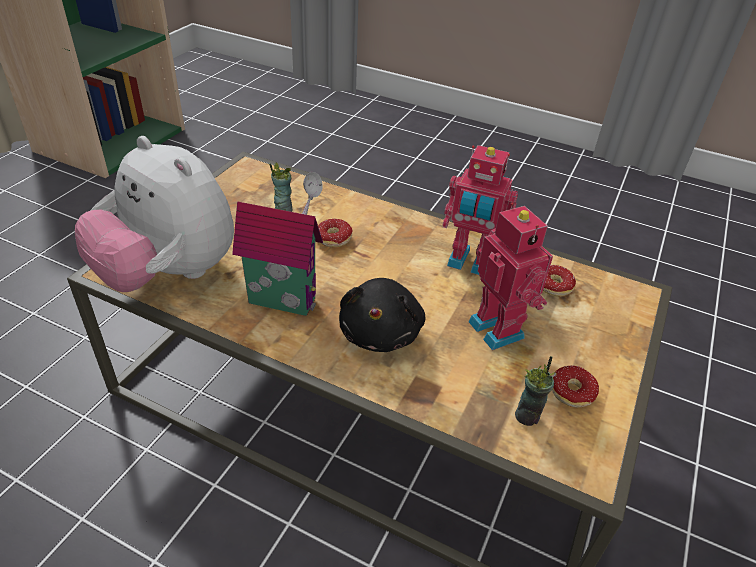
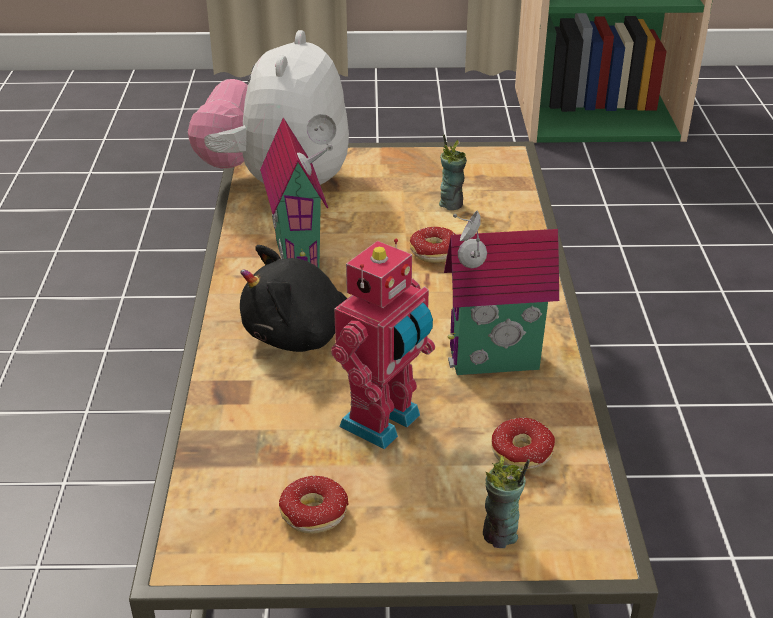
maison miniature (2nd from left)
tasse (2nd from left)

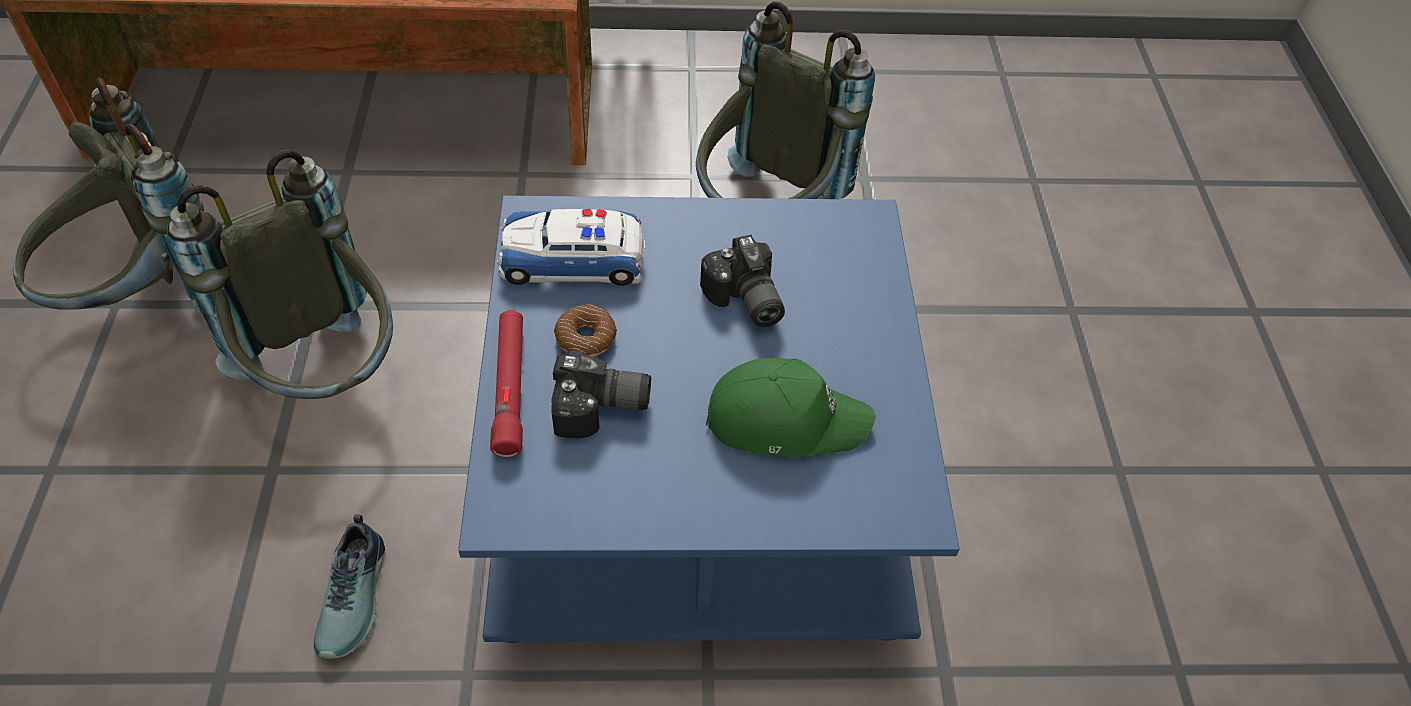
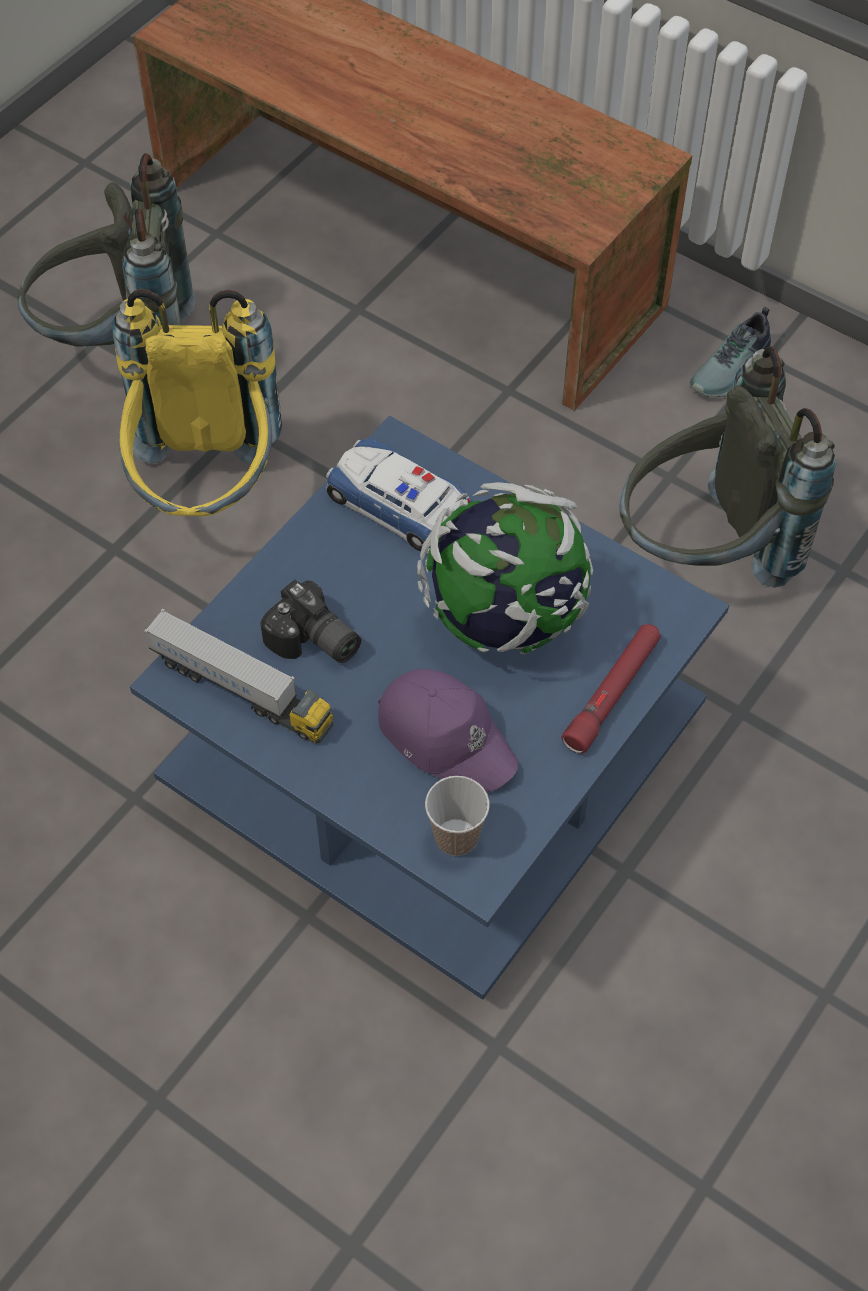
sac à dos (jaune)
globe
beignet
lampe de poche (rouge)
casquette (violet)
chaussure
camion jouet
tasse

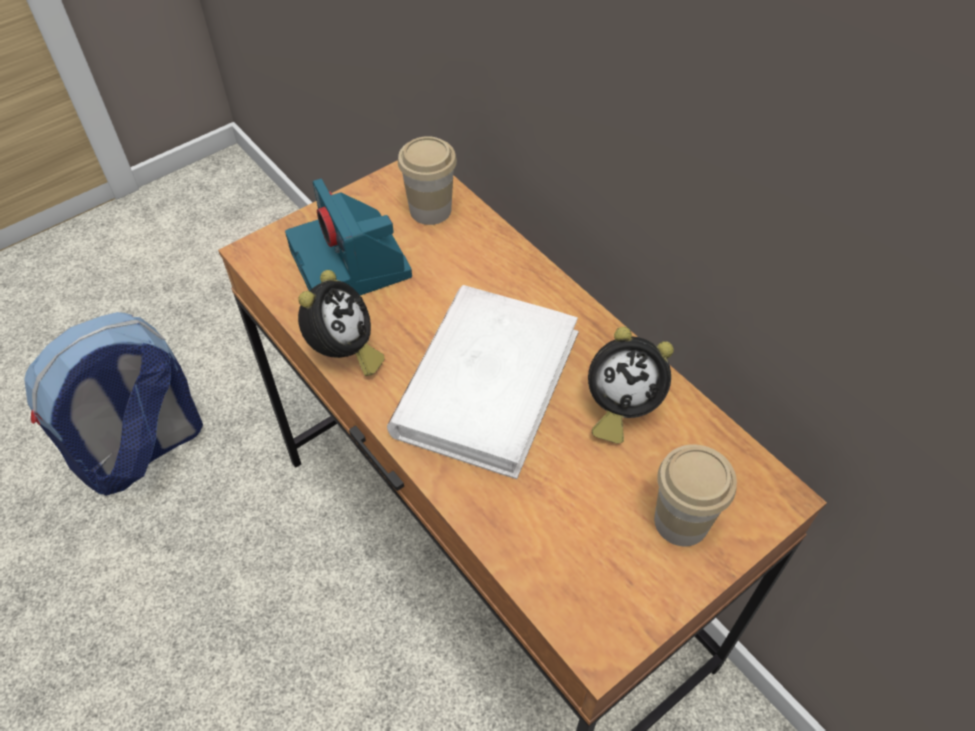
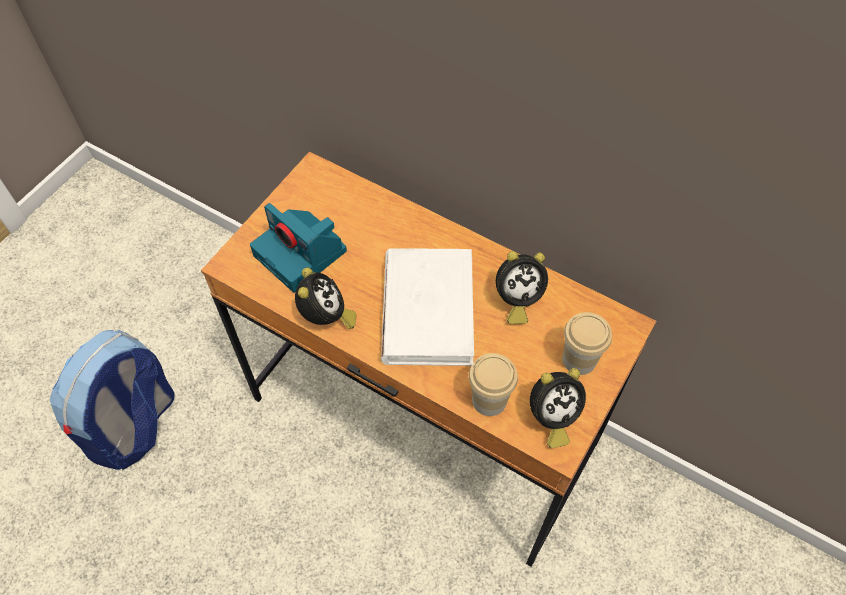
tasse (1st from left)
réveil (3rd from left)

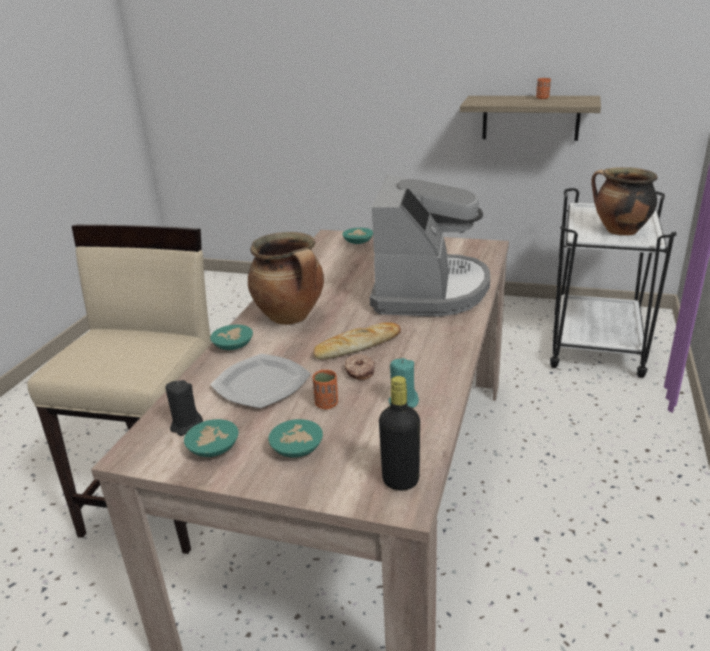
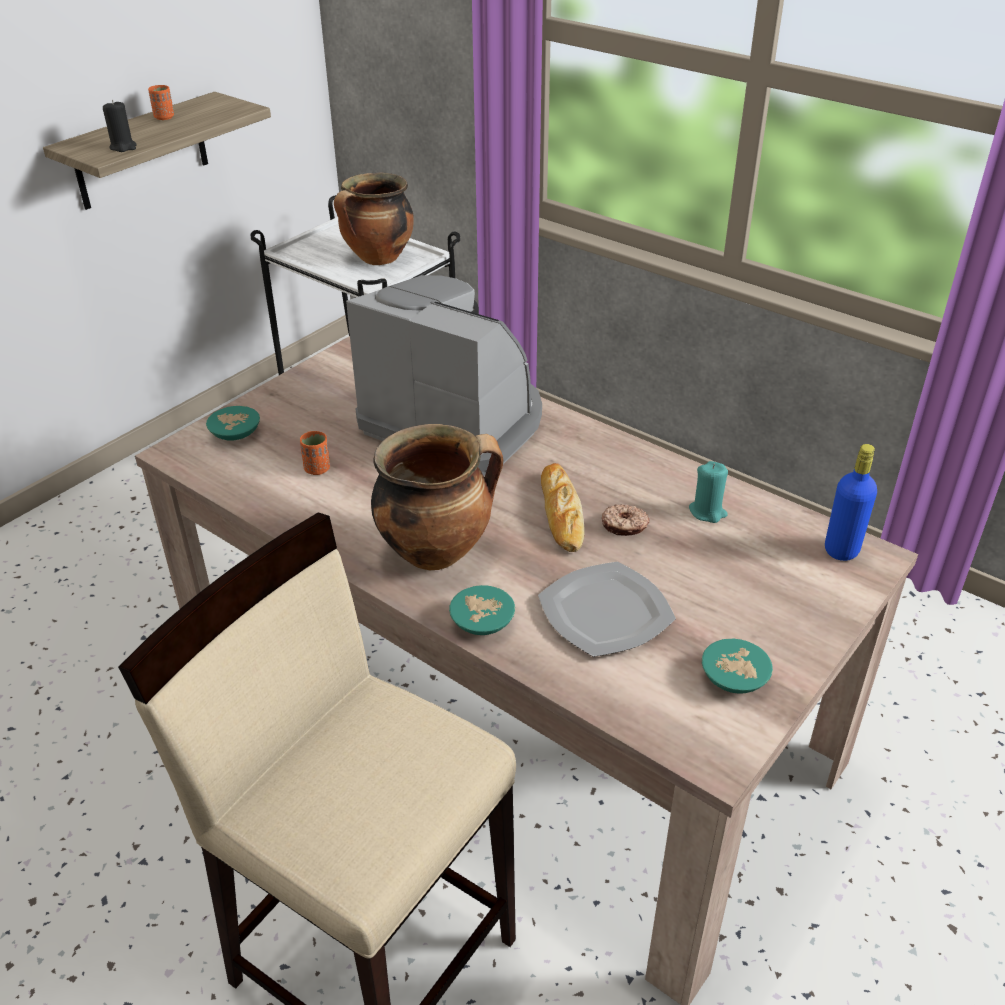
tasse (orange) (2nd from left)
bouteille (bleu)
bougie (noir)
bol (turquoise) (3rd from left in the first image)

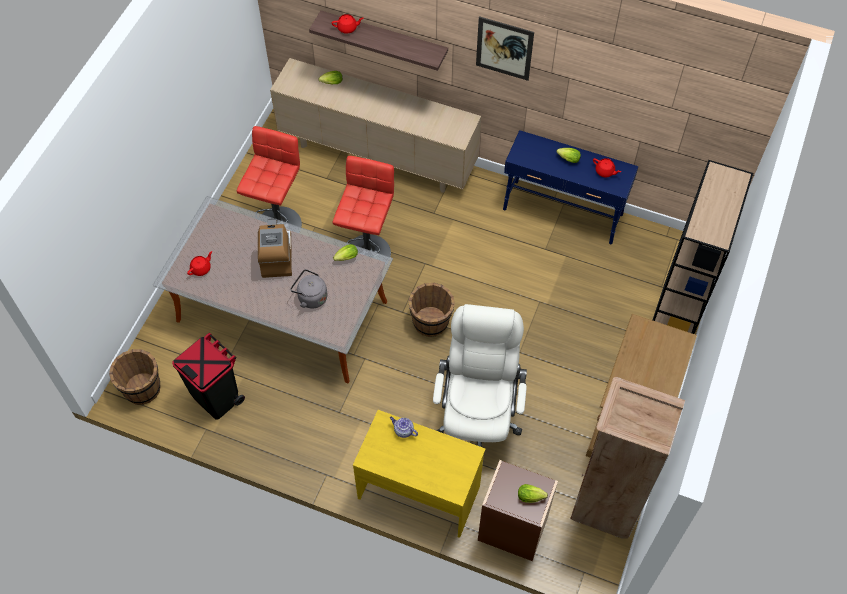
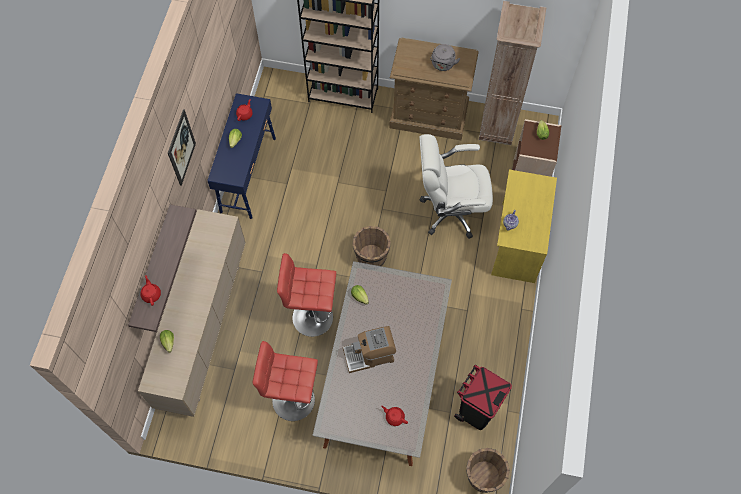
bouilloire (gris)

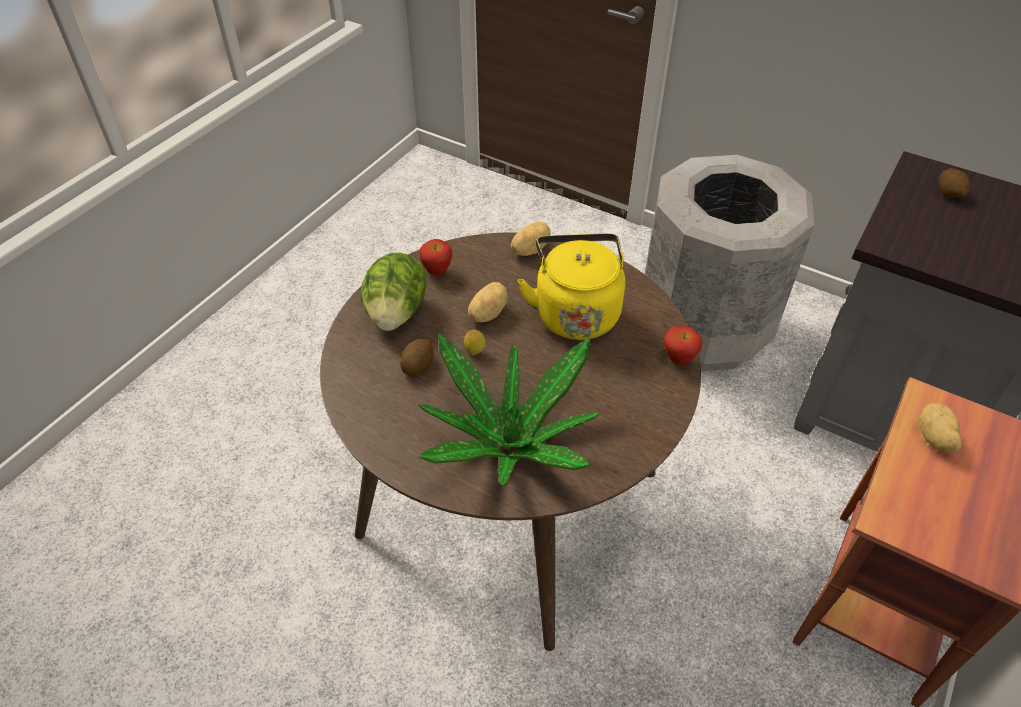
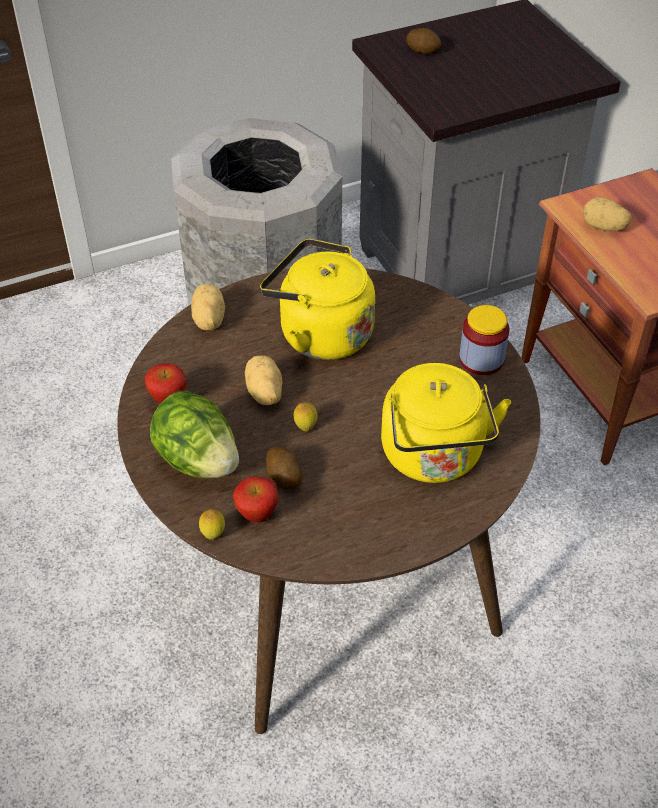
pomme (2nd from left)
bouilloire (jaune) (2nd from left)
bocal
citron (1st from left)

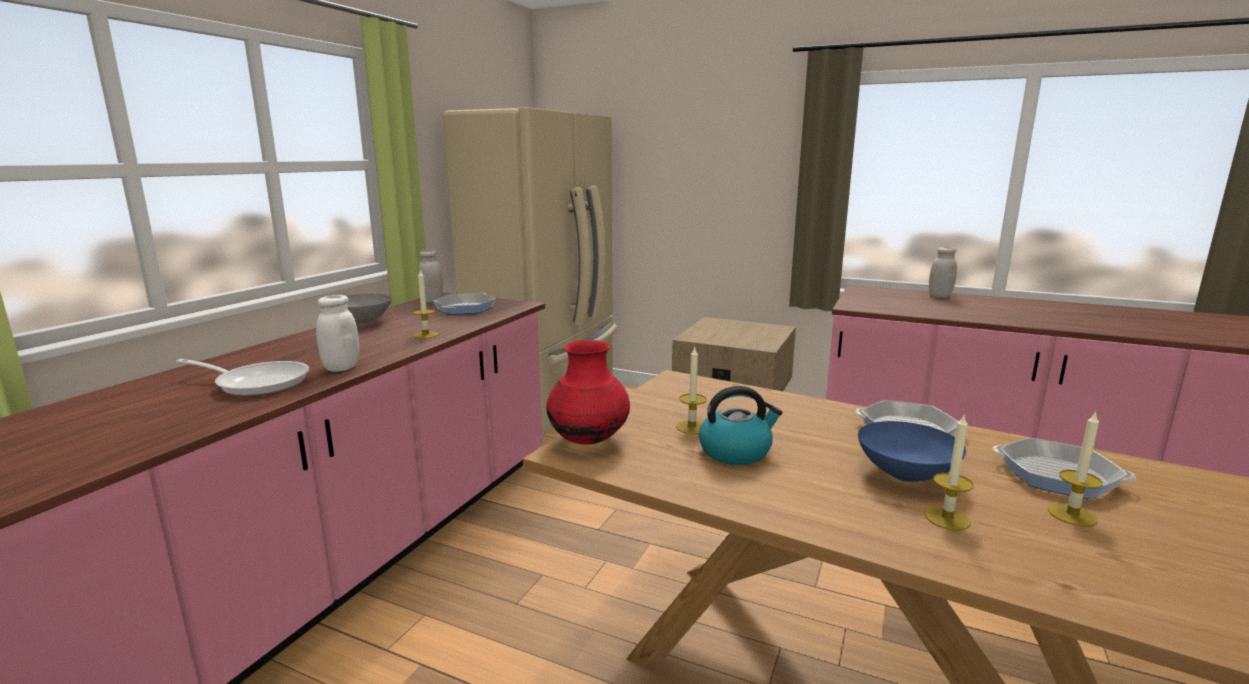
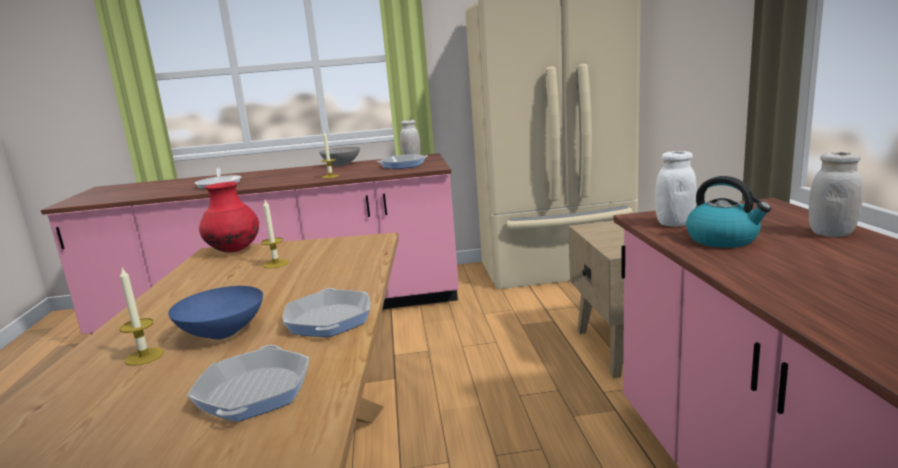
bocal (blanc) (2nd from left)
bouilloire
bougie (4th from left in the first image)

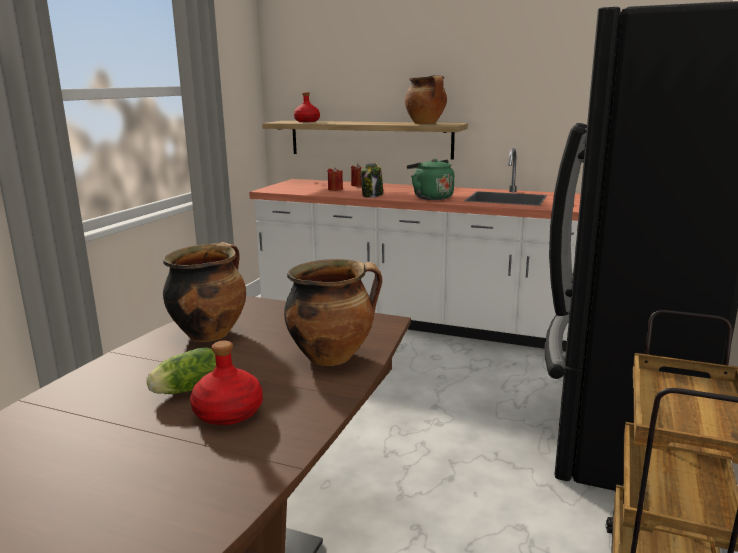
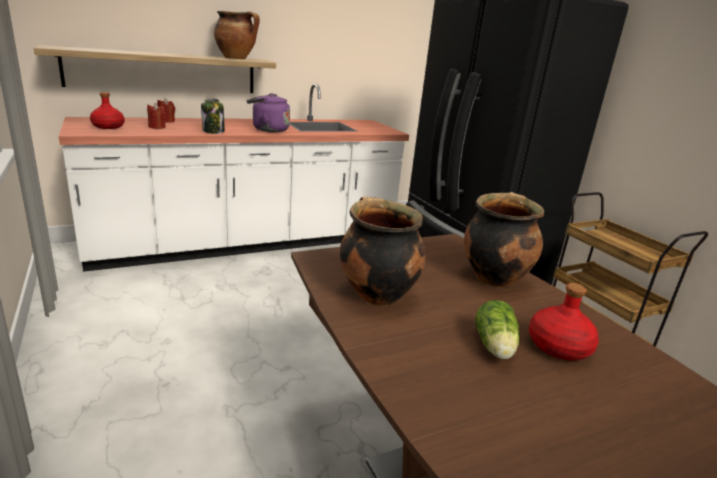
bouteille (rouge) (1st from left)
bouilloire (violet)

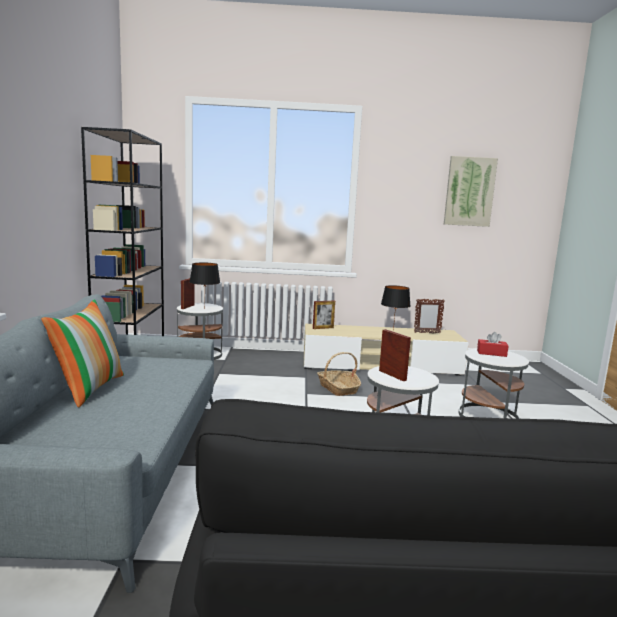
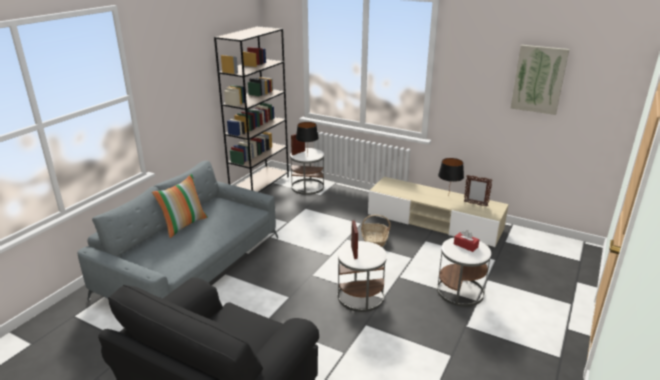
cadre photo (2nd from left in the first image)

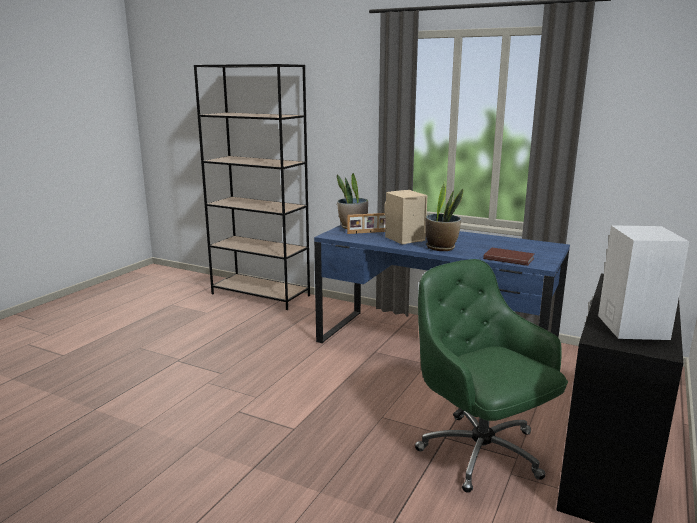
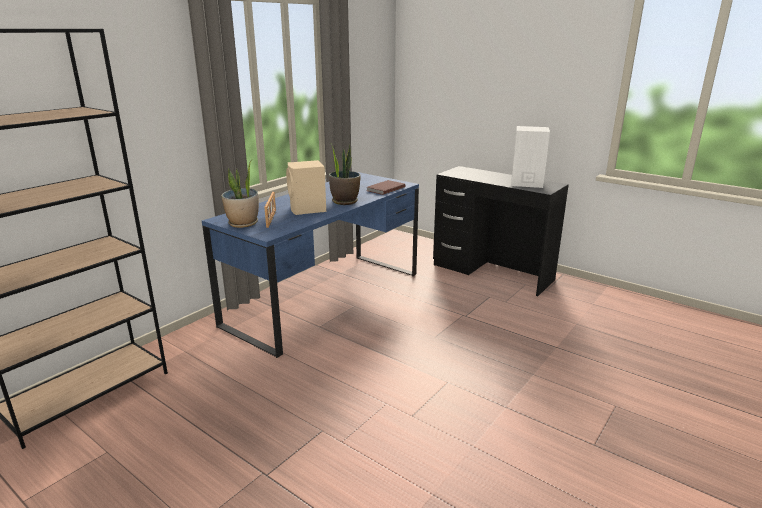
chaise de bureau (vert)

